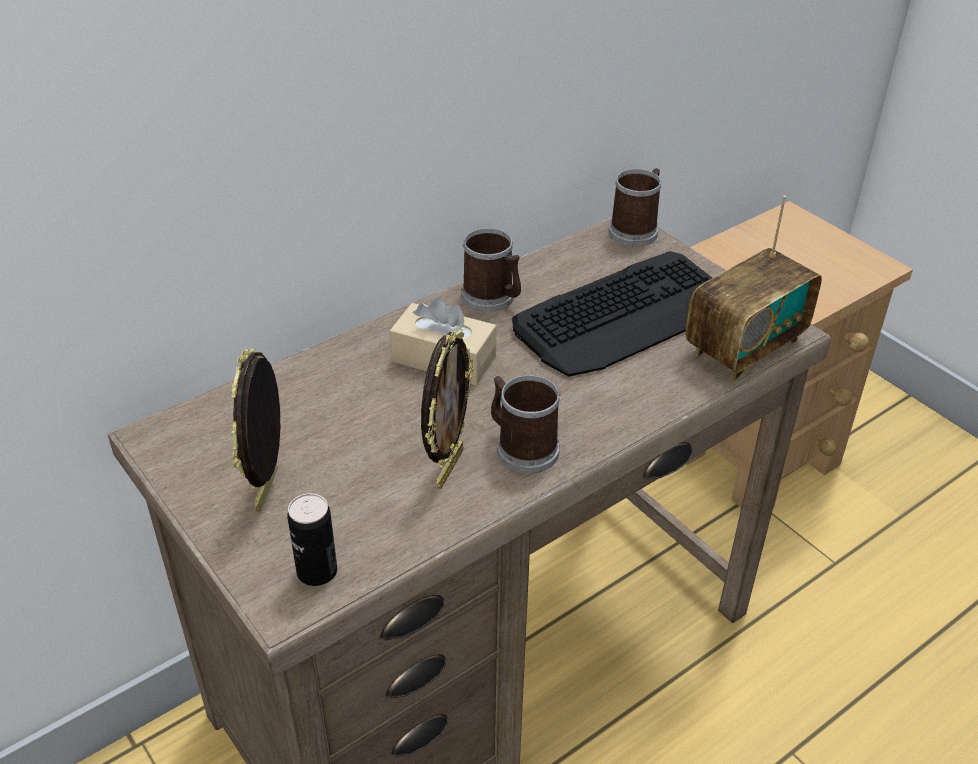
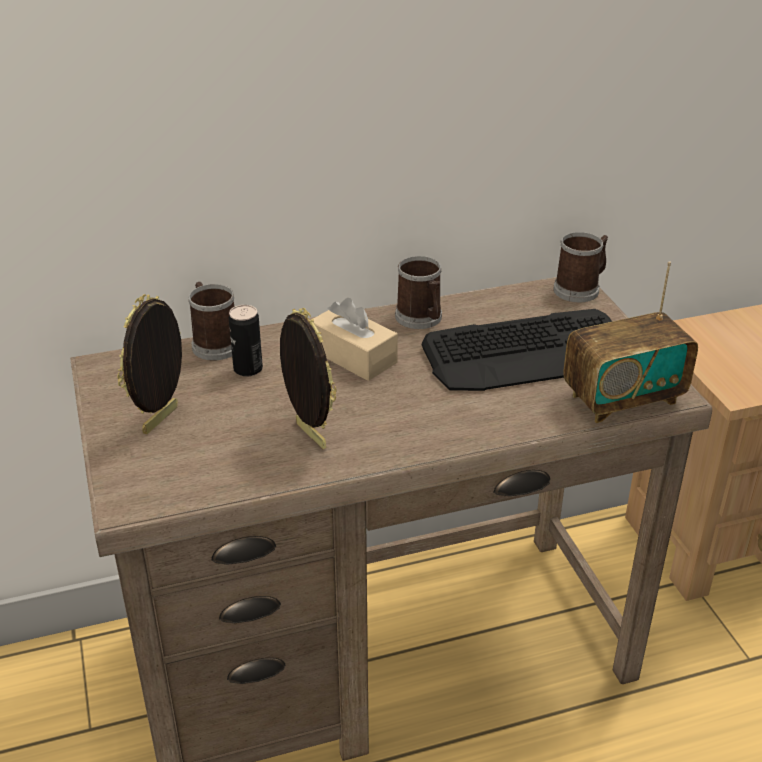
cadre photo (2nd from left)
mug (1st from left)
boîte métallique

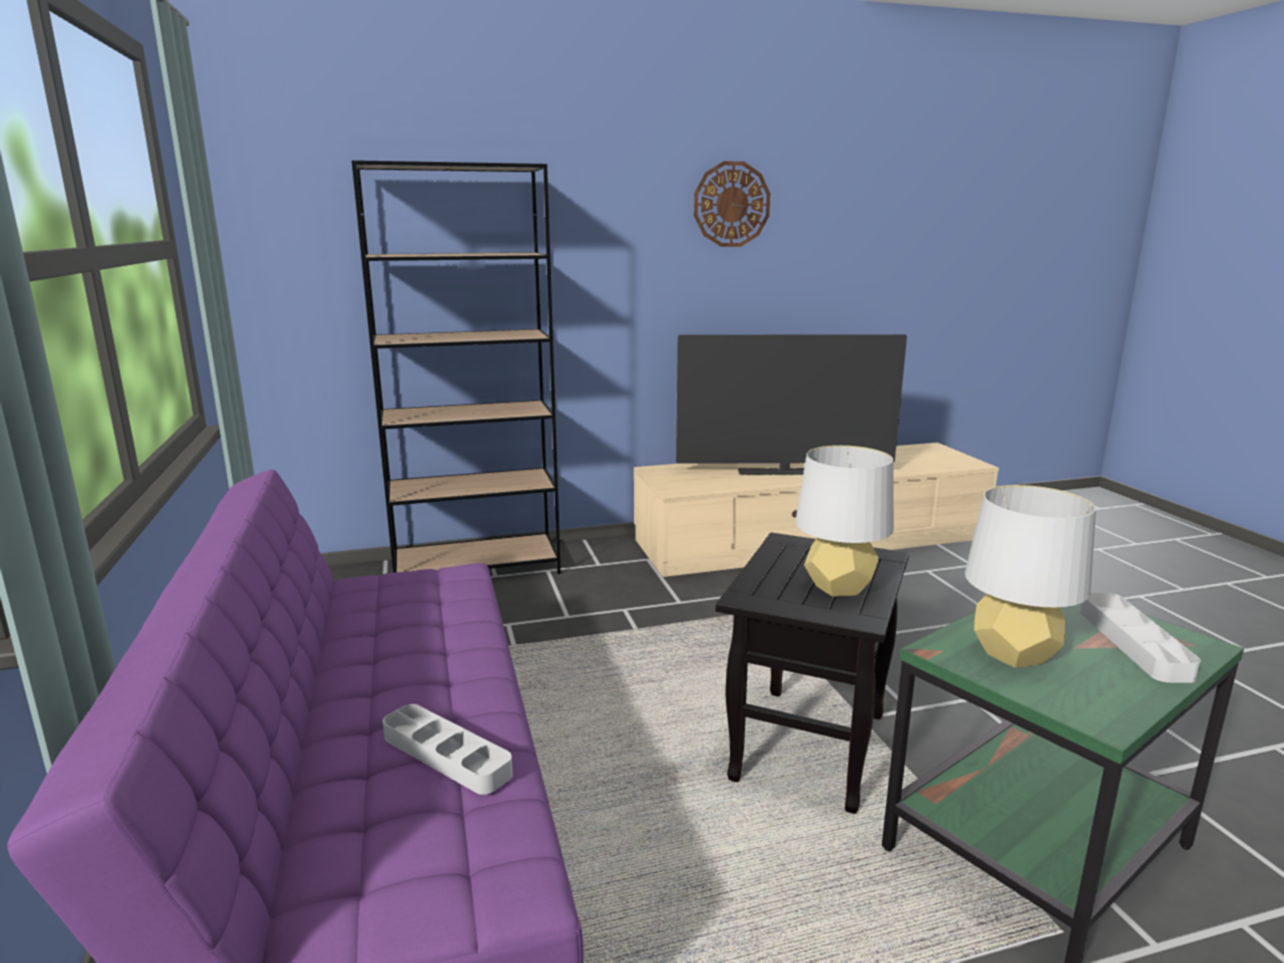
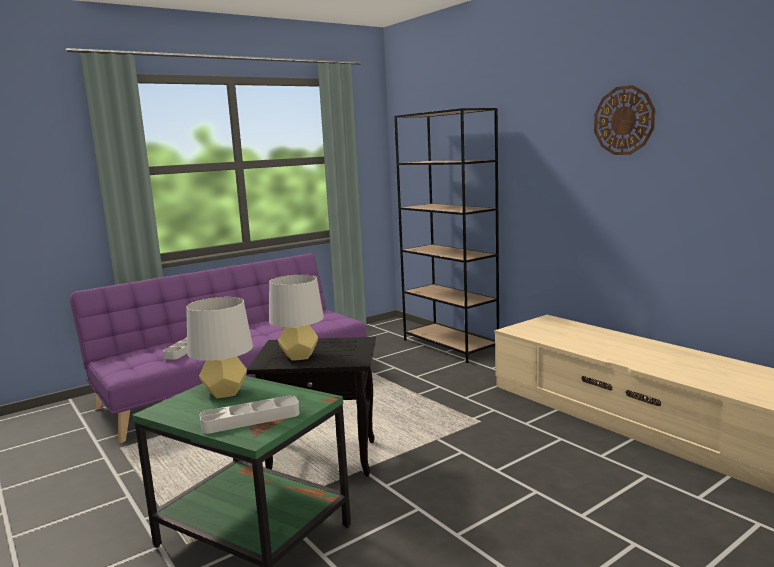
téléviseur

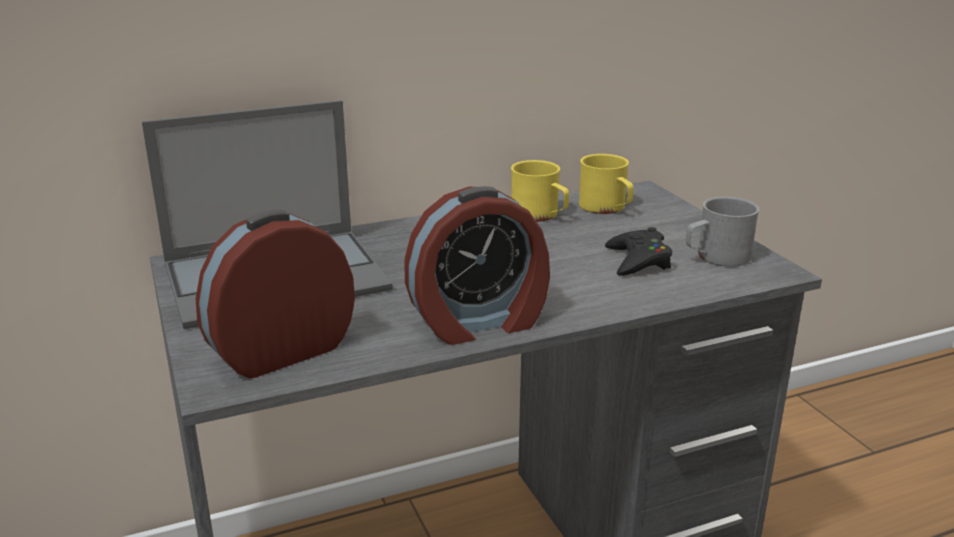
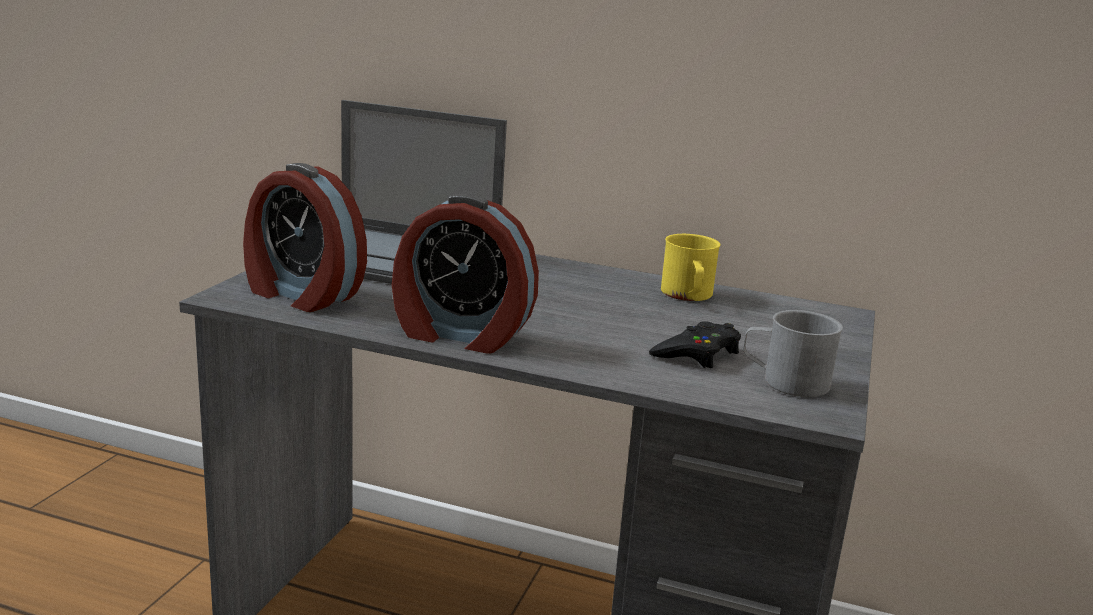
mug (jaune) (2nd from left in the first image)
réveil (1st from left)

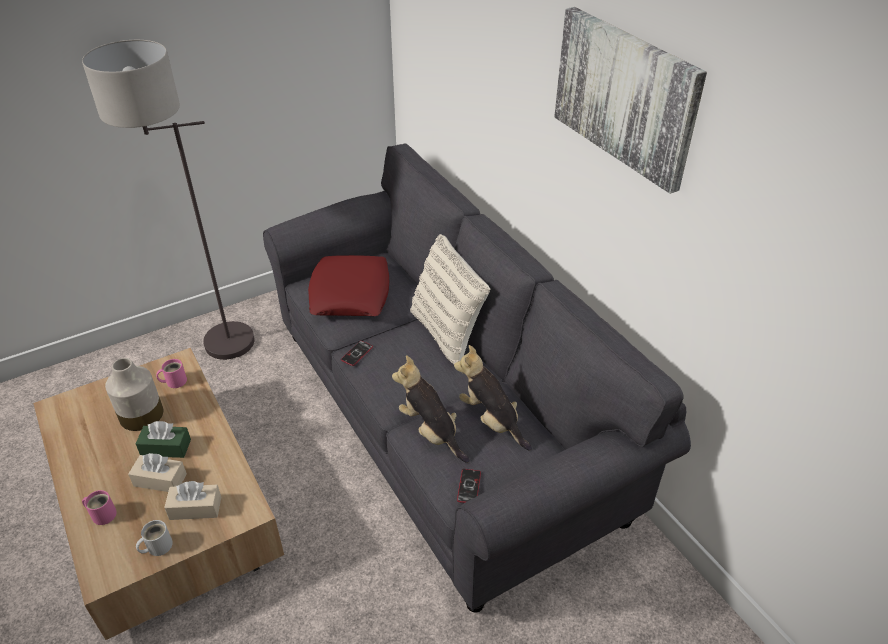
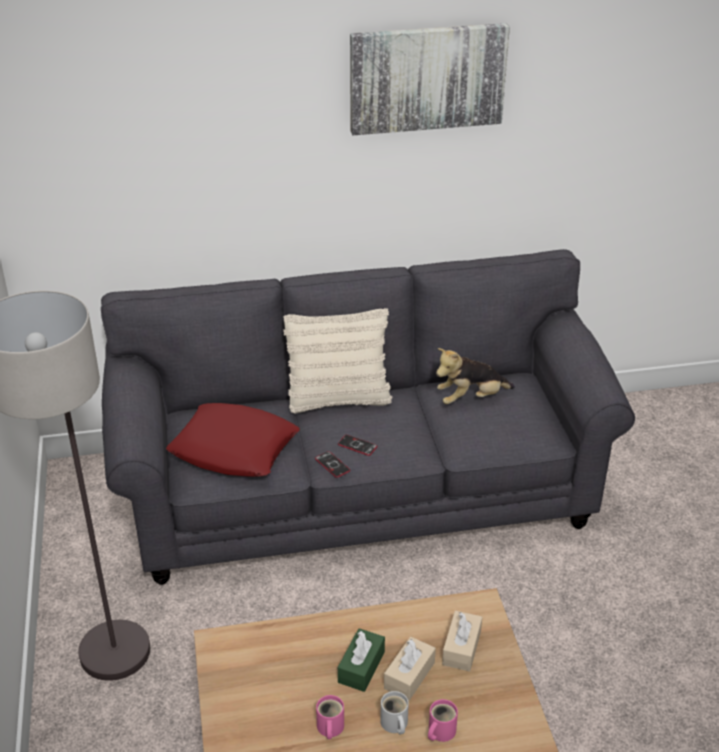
peluche (1st from left in the first image)
vase (beige)
mug (rose) (1st from left)
téléphone (2nd from left)
mug (blanc)

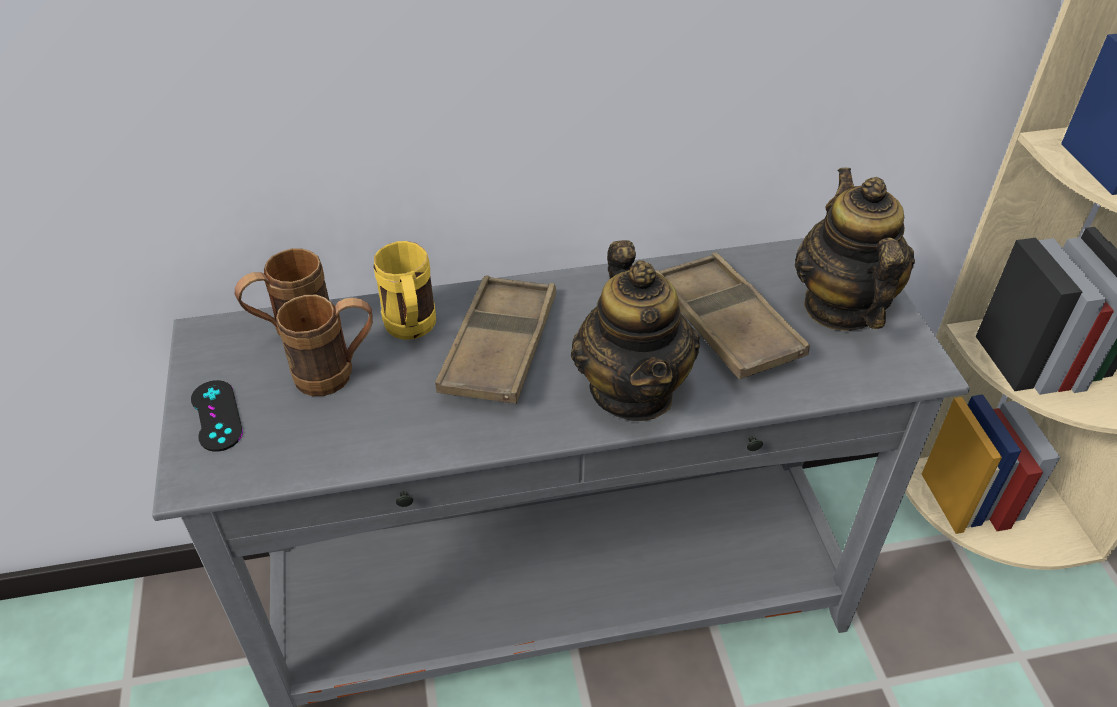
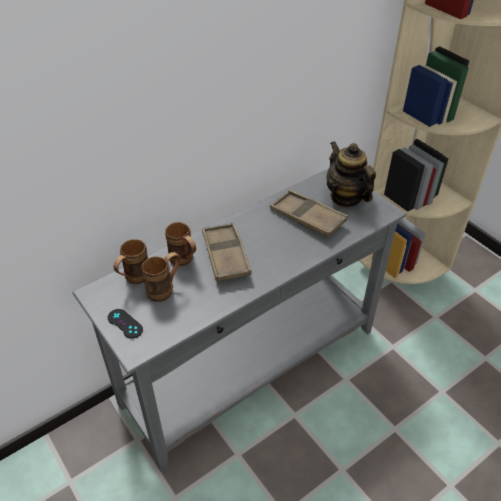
théière (1st from left in the first image)
mug (marron) (3rd from left)

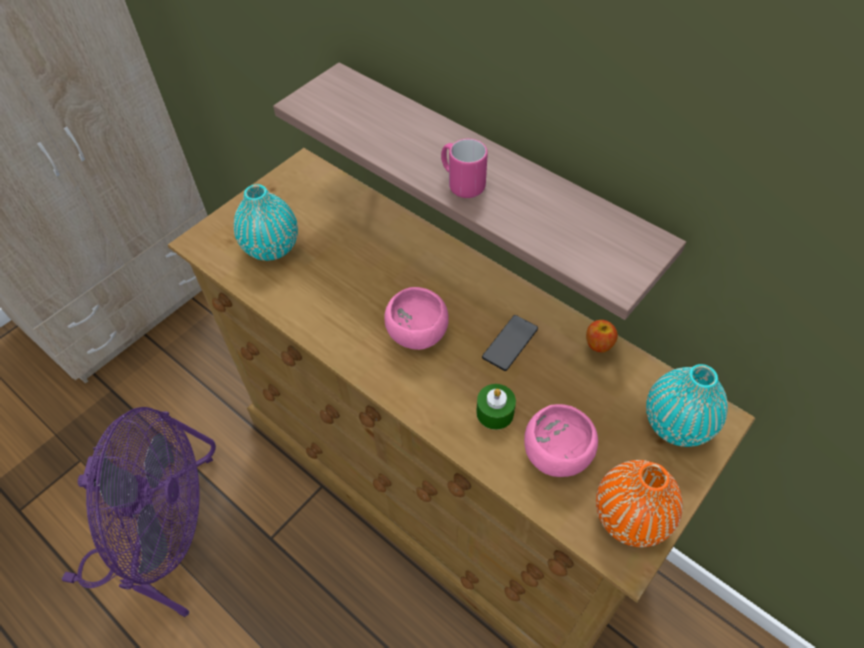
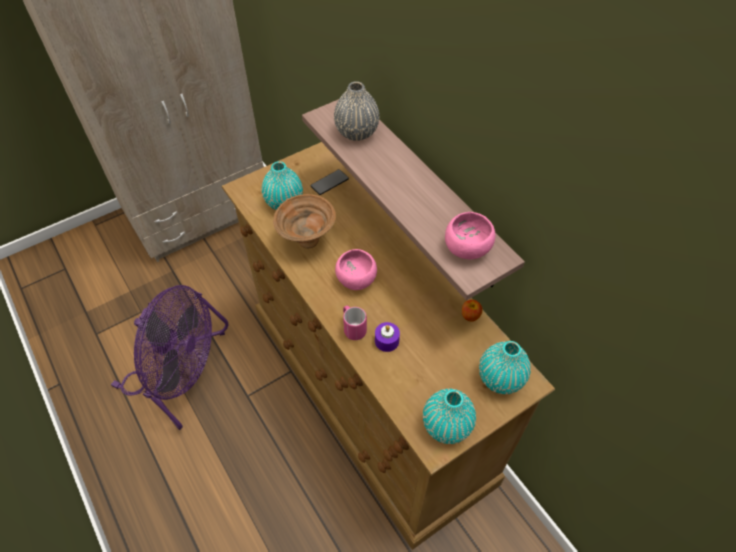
mug (rose)
téléphone
bougie (violet)
bol (rose) (2nd from left)
vase (turquoise) (2nd from left)
vase (gris)
bol (marron)

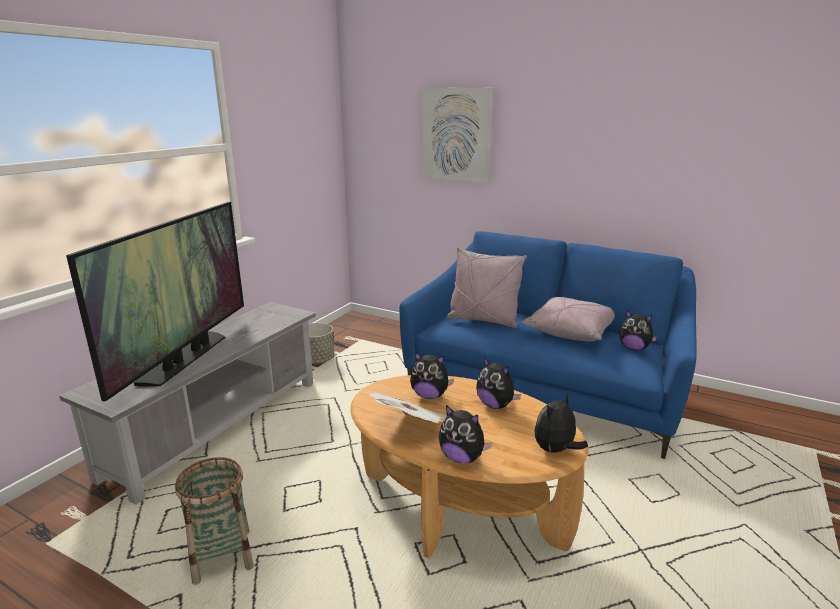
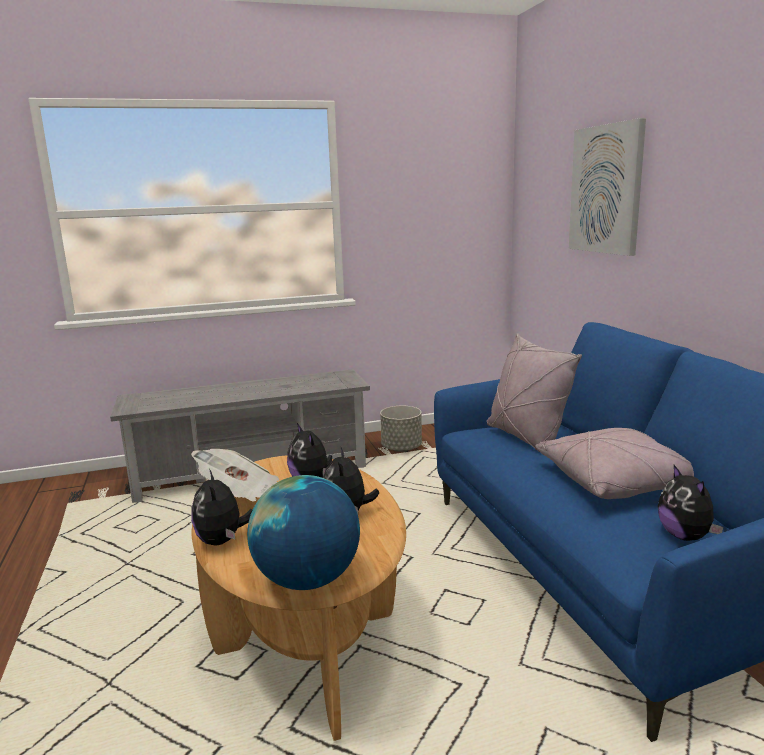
téléviseur
globe
panier

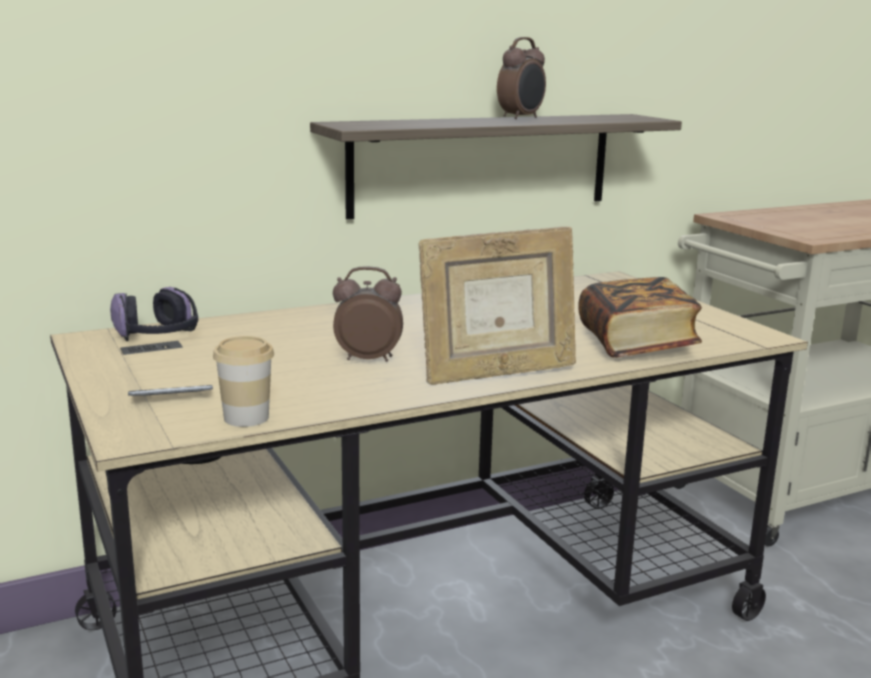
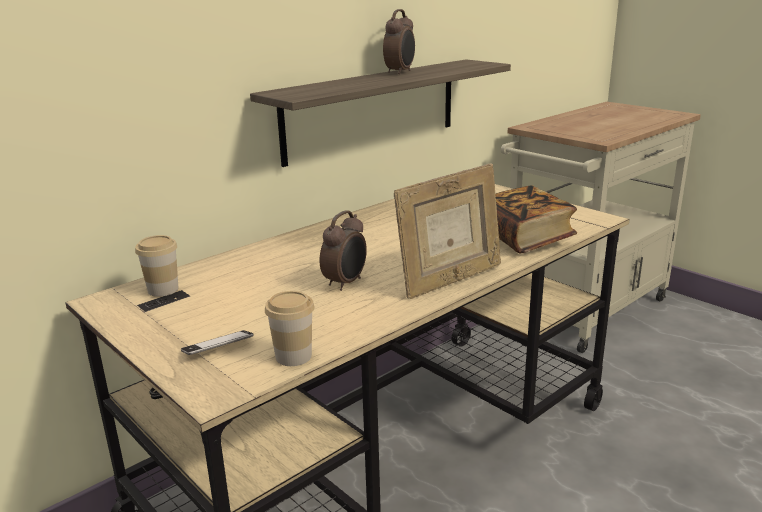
réveil (1st from left)
tasse (1st from left)

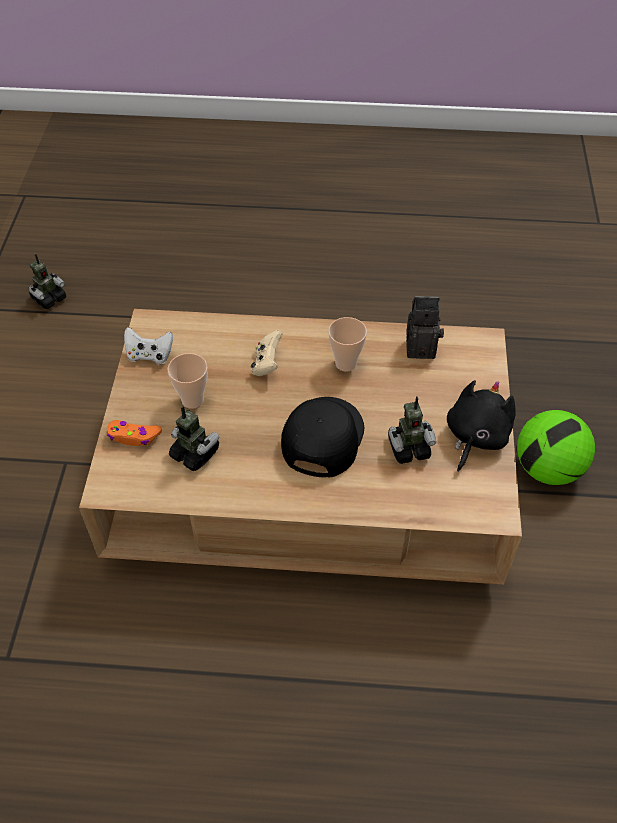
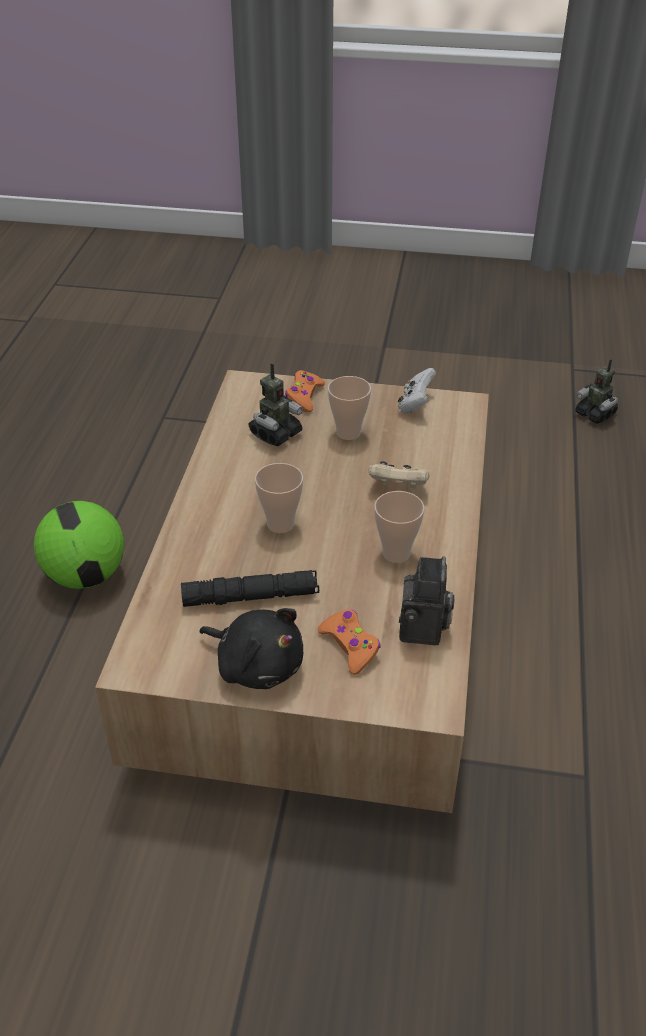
lampe de poche (noir)
tasse (1st from left)
ballon de foot
manette (orange) (2nd from left)

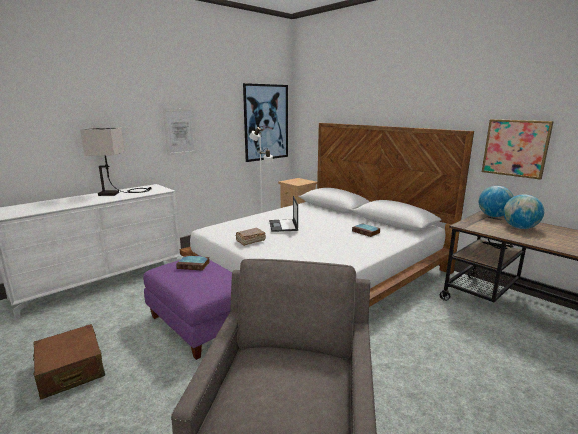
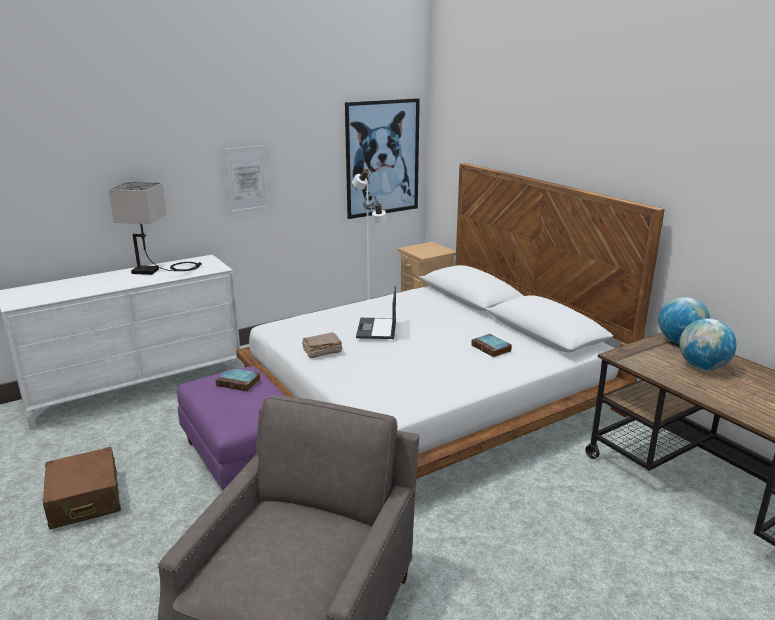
tableau (3rd from left in the first image)

